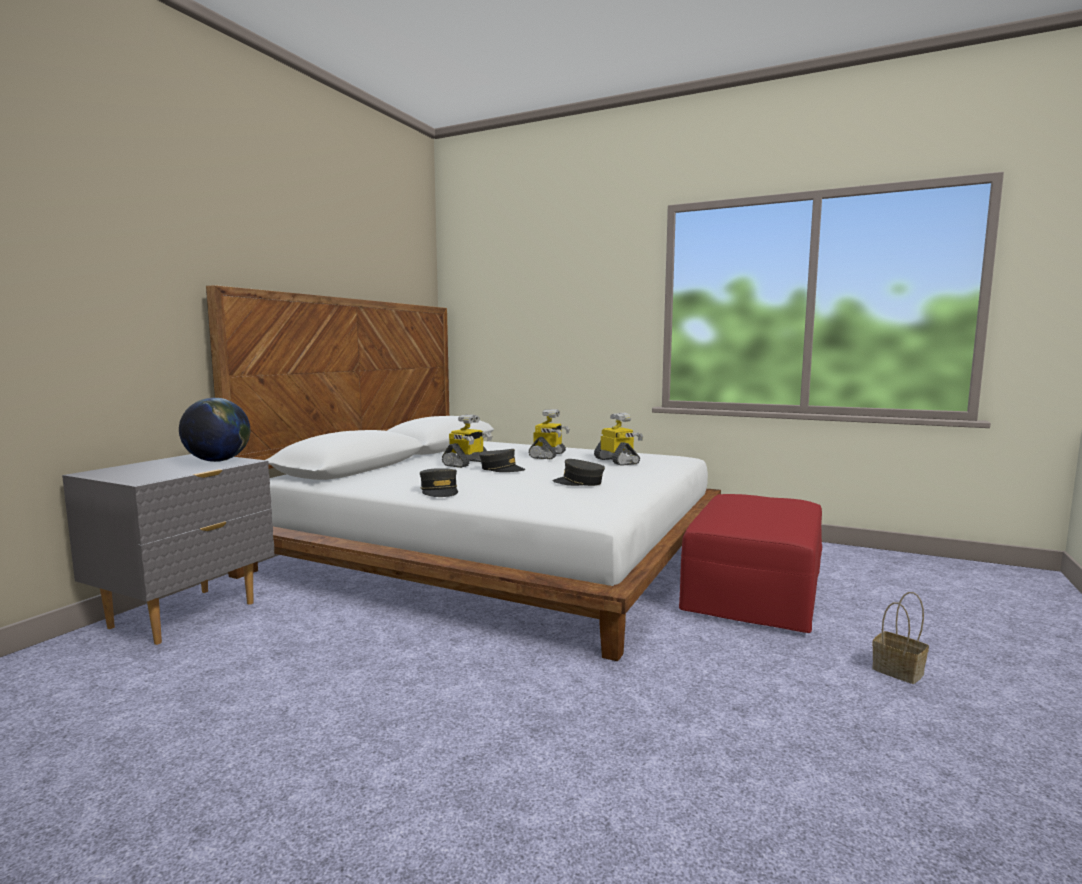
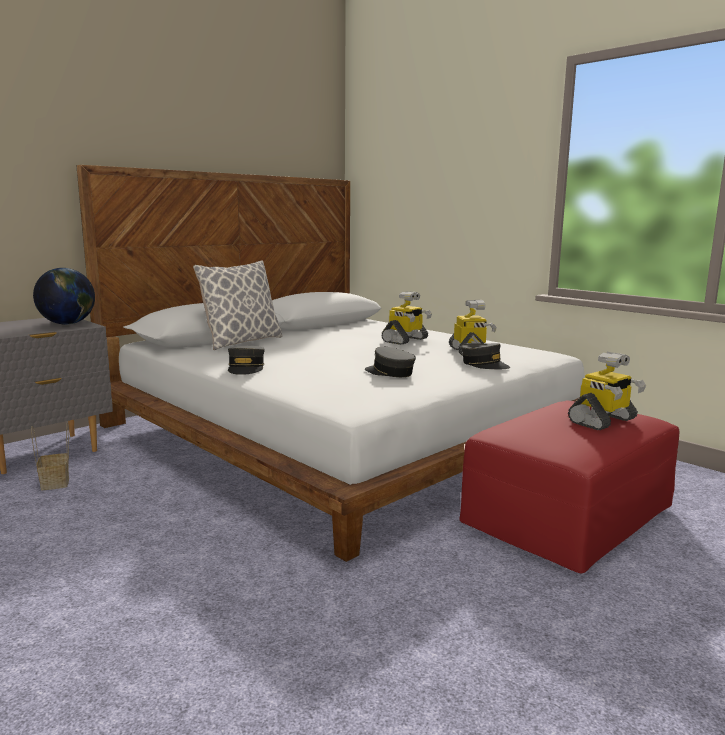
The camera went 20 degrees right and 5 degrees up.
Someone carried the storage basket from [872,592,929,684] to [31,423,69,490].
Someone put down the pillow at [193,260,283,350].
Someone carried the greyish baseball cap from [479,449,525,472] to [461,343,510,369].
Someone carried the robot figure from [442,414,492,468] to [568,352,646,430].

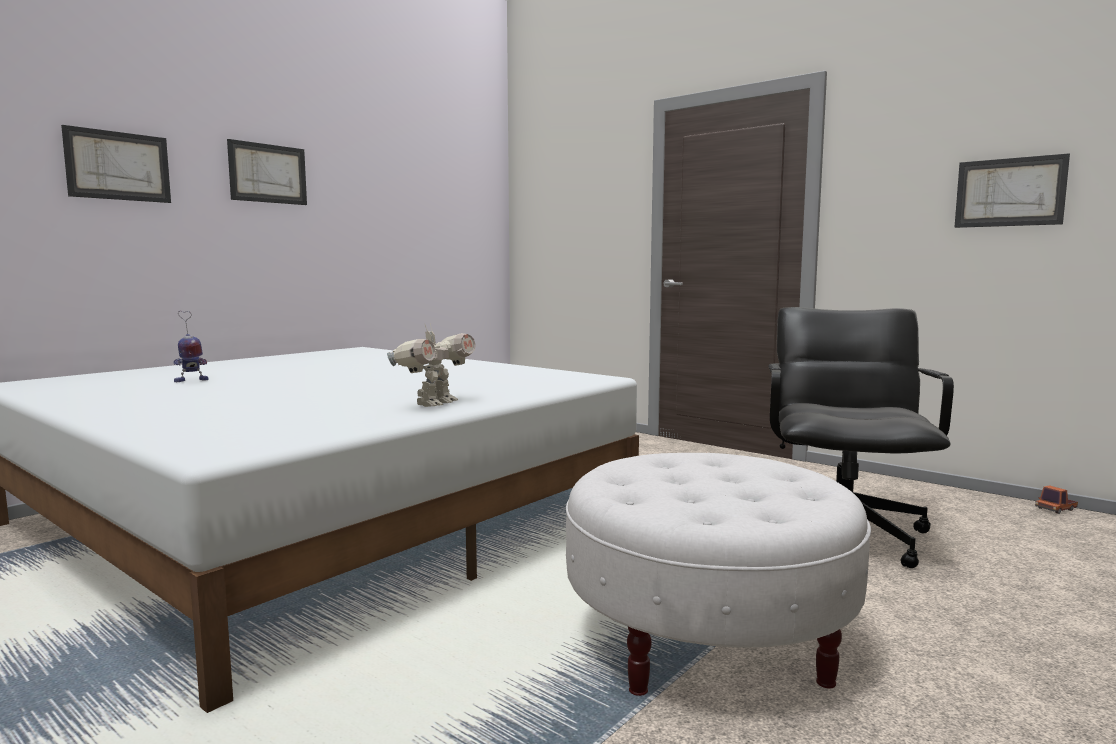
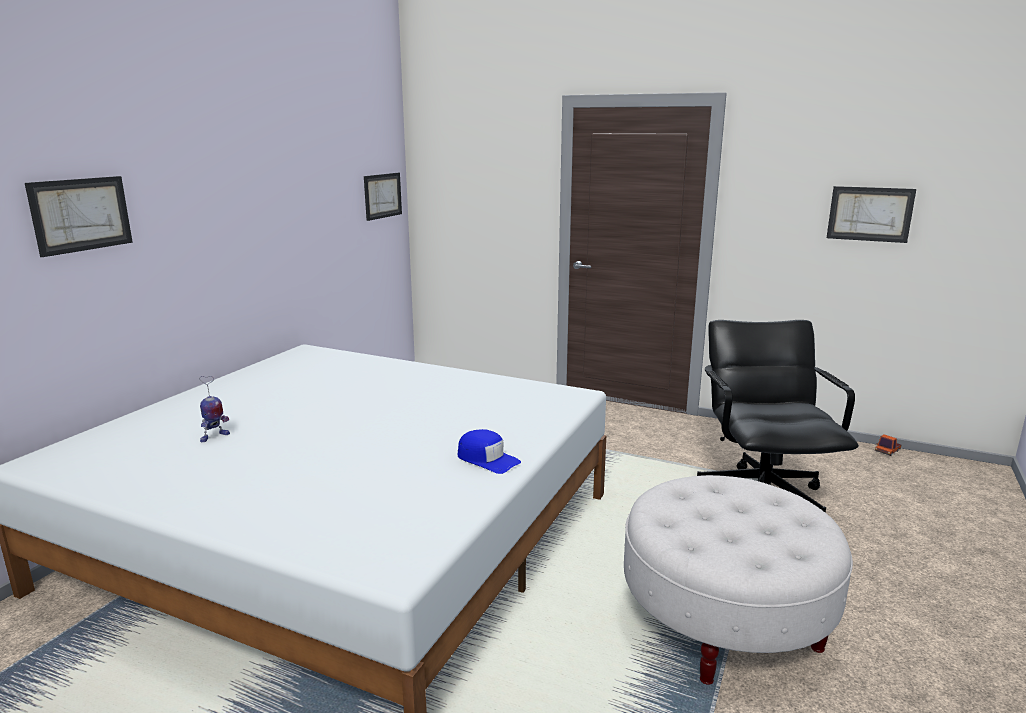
The camera went 15 degrees left and 10 degrees up.
Someone carried the picture from [227,139,307,205] to [364,173,402,221].
Someone swapped the robot figure at [387,323,476,407] for the blue baseball cap at [458,429,521,474].

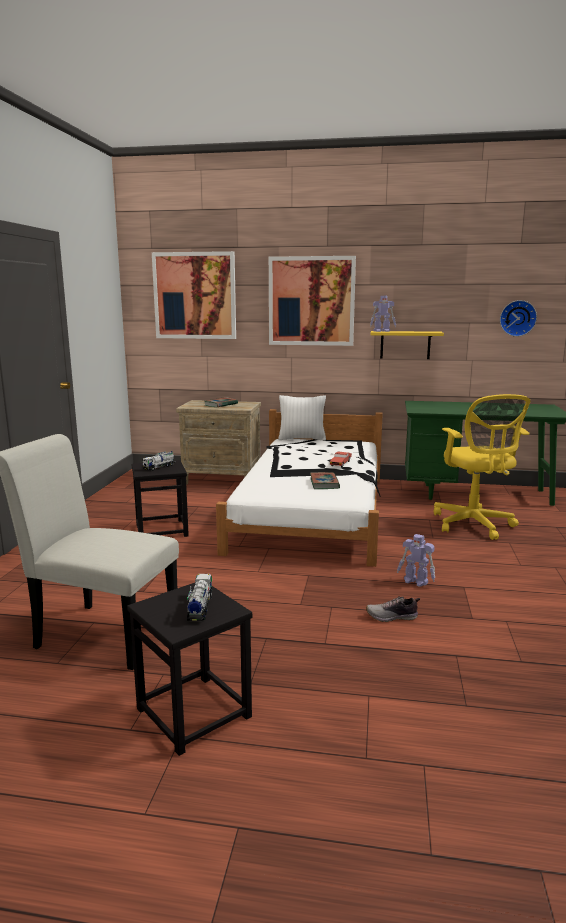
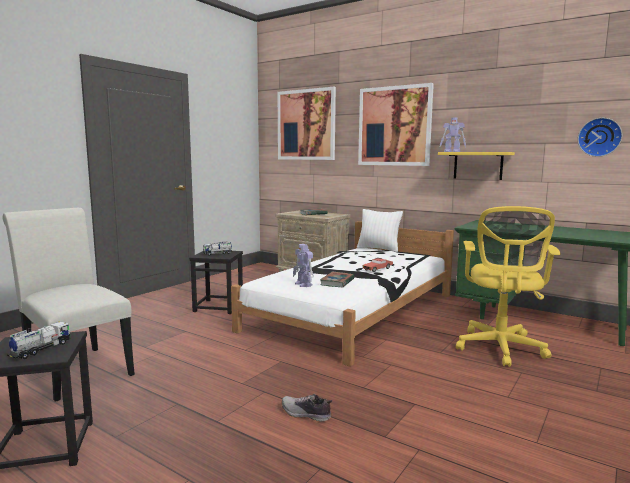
The camera went 25 degrees right and 5 degrees down.
Someone carried the robot figure from [397,534,435,587] to [293,244,314,287].

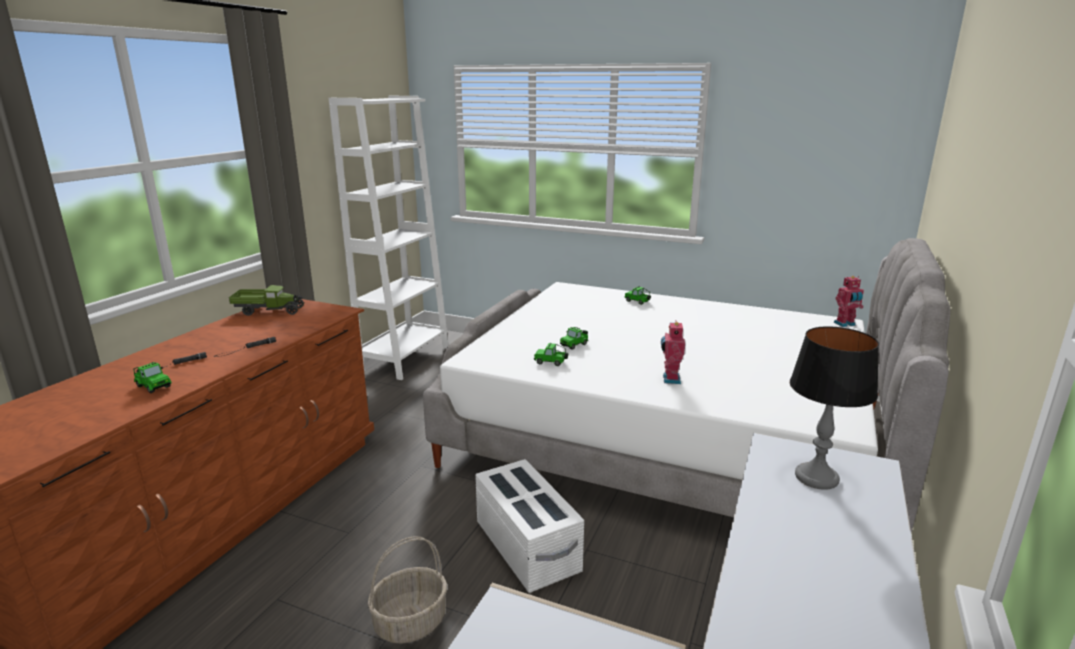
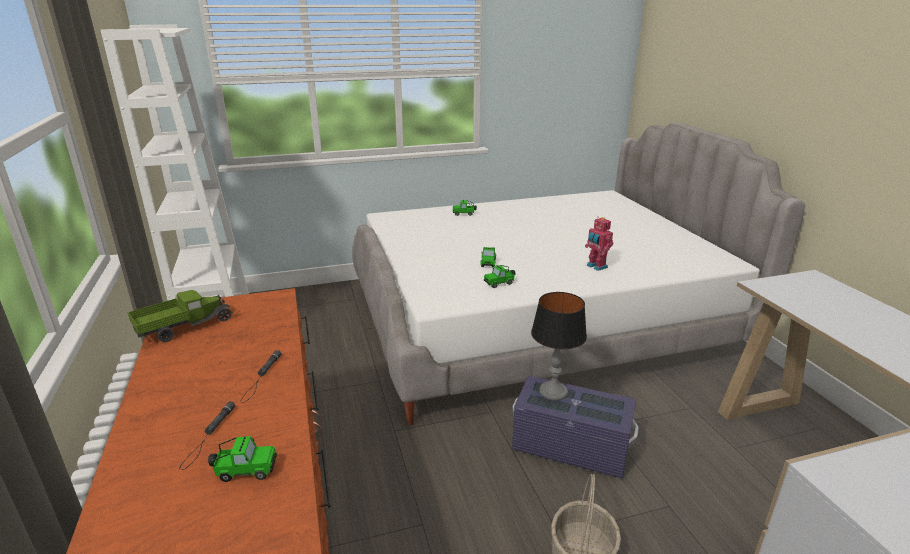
The camera went 40 degrees left and 5 degrees up.
Someone repainted the white-coloured storage box at [475,459,584,593], which became the purple-coloured storage box at [512,376,639,478].
Someone carried the table lamp from [790,326,879,490] to [531,292,587,401].
Someone took away the robot figure at [834,276,864,327].

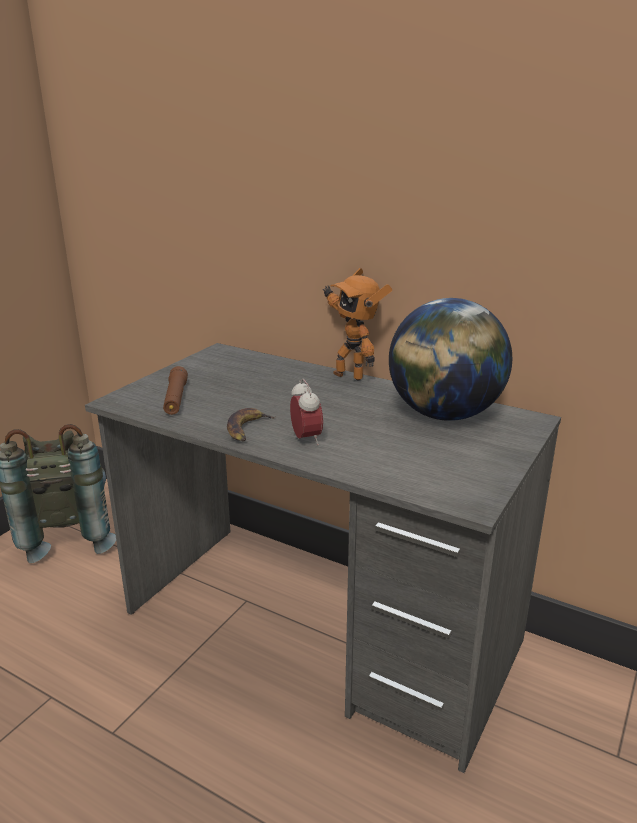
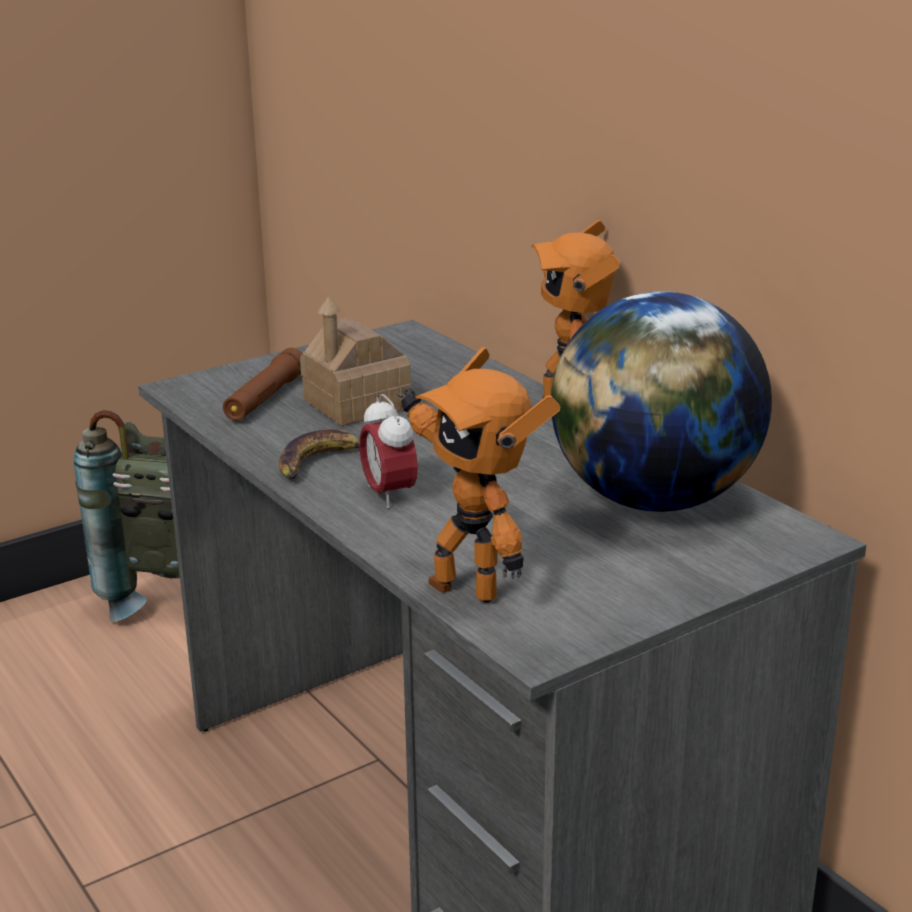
The camera went 25 degrees right and 0 degrees up.
Someone put down the model house at [300,296,412,426].
Someone rotated the alarm clock at [290,379,323,446] by 150 degrees clockwise.
Someone put down the robot figure at [397,347,560,603].

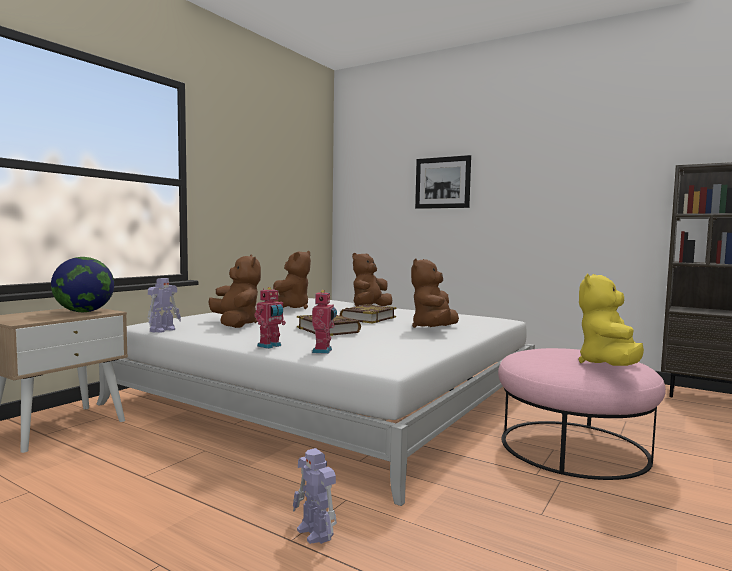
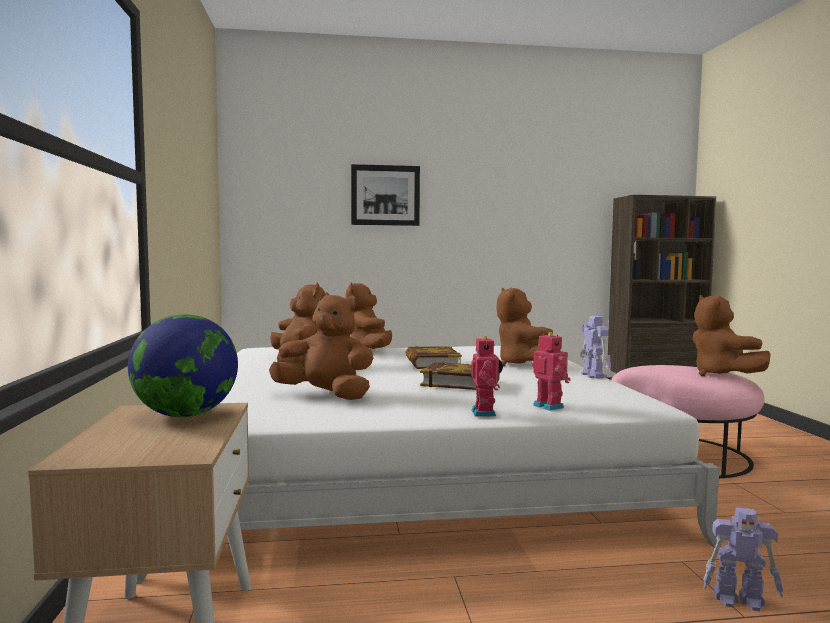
The camera went 40 degrees left and 0 degrees up.
Someone carried the robot figure from [147,278,181,333] to [580,316,611,379].
Someone repainted the yellowish plush toy at [578,274,644,366], which became the brown plush toy at [693,295,771,376].

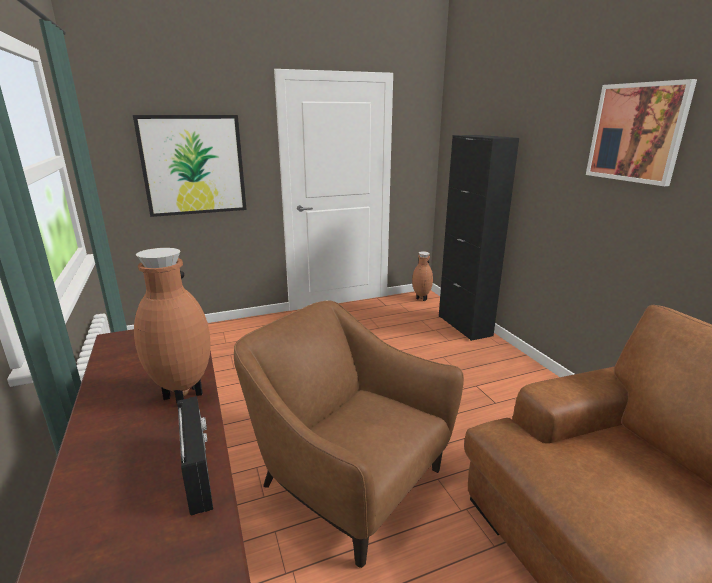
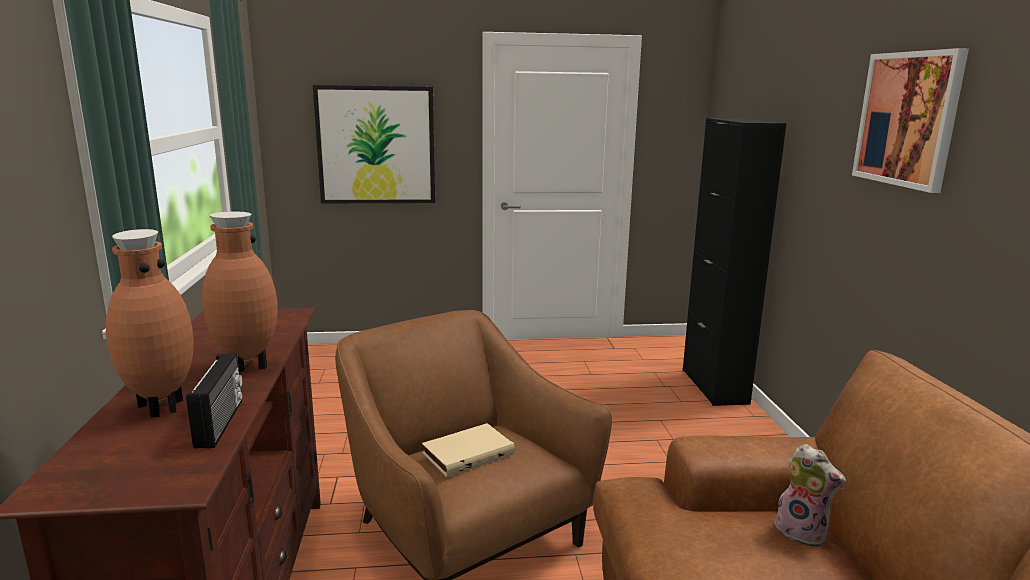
The camera went 15 degrees right and 5 degrees down.
Someone carried the brown flower vase from [412,251,433,301] to [106,229,194,418].
Someone put down the sand-coloured volume at [422,423,515,477].
Someone put down the plush toy at [774,444,846,547].

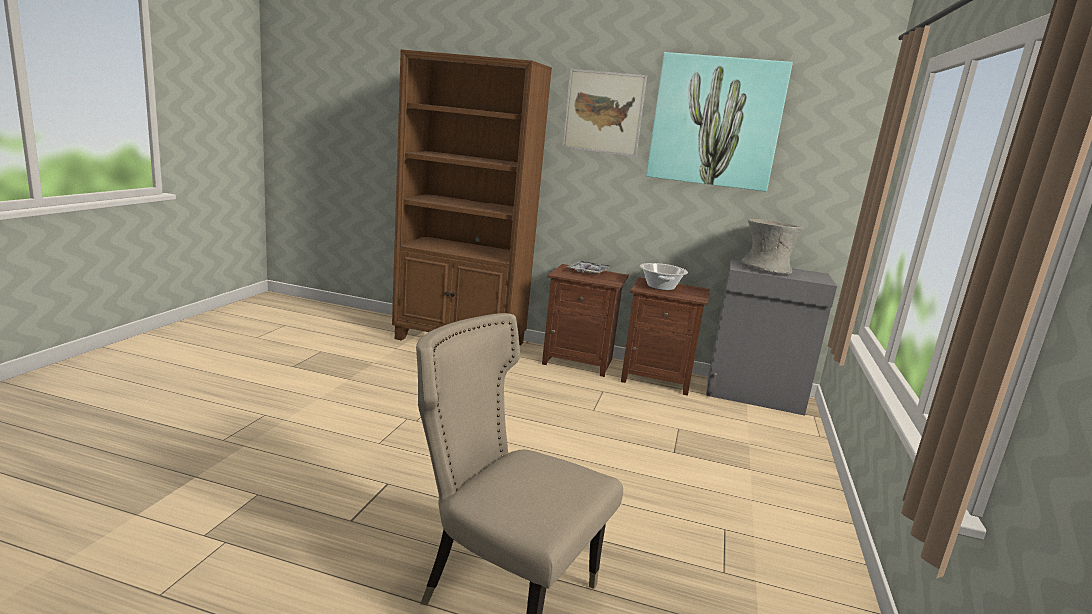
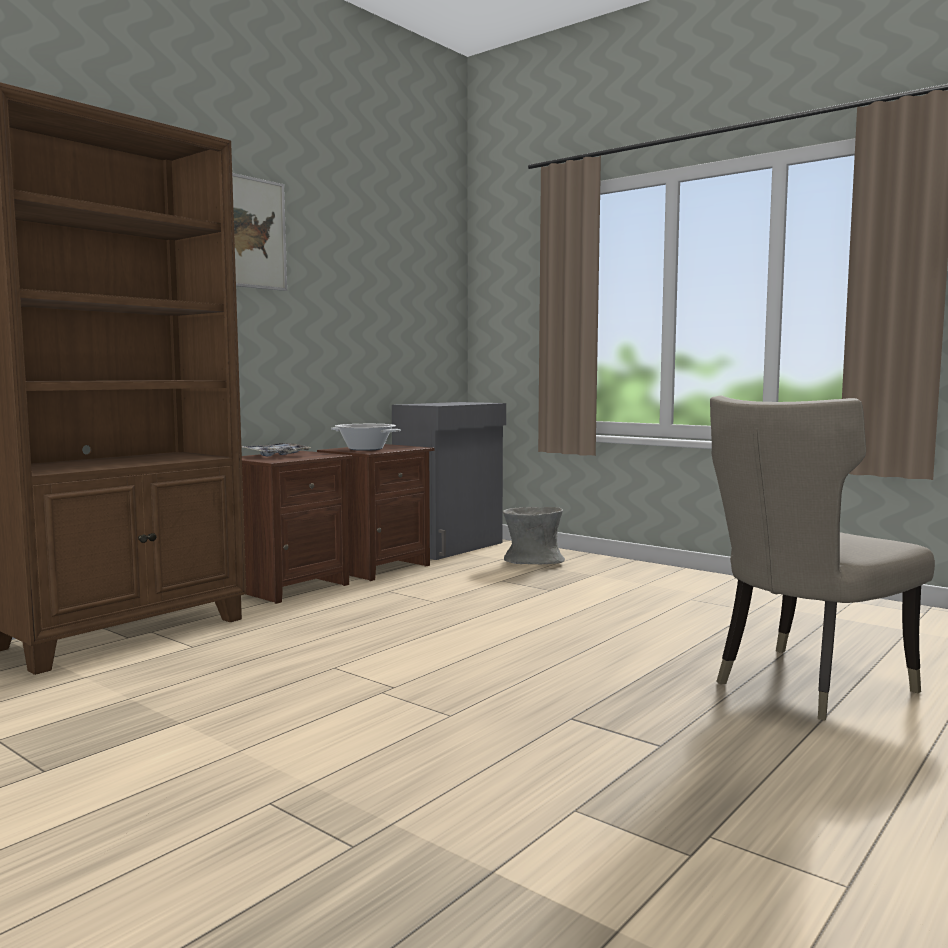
The camera went 65 degrees left and 10 degrees down.
Someone carried the greyish flower vase from [742,219,804,274] to [503,507,565,564].
Someone took away the picture at [646,52,793,192].

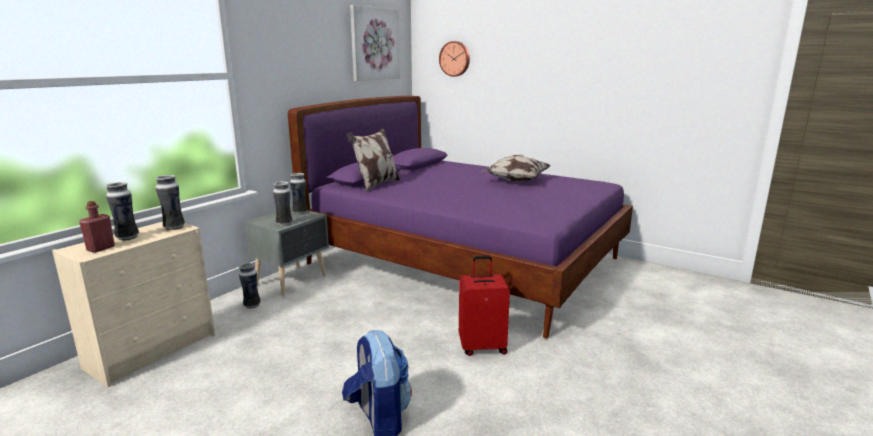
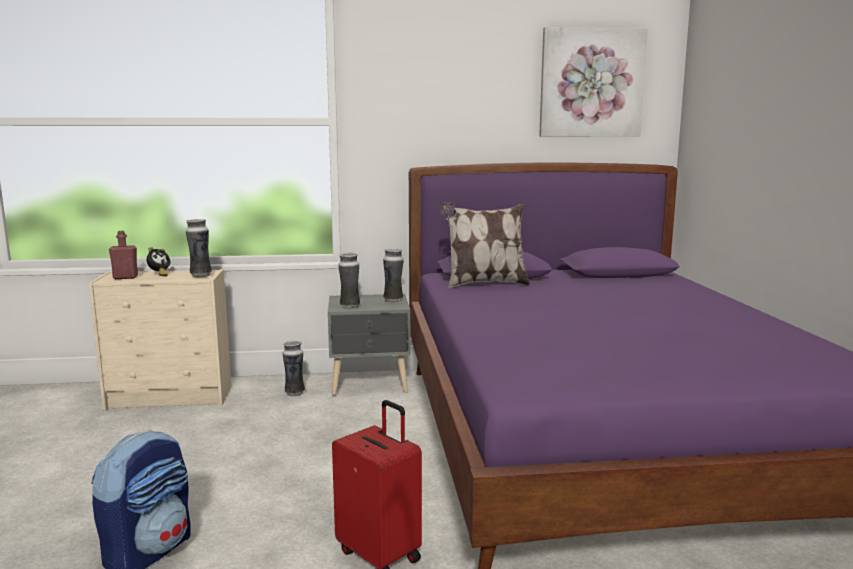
The camera went 50 degrees right and 5 degrees down.
Someone swapped the flower vase at [106,182,139,241] for the alarm clock at [147,247,170,276].
Someone took away the hanging clock at [439,41,470,77].
Someone took away the pillow at [480,154,550,182].

